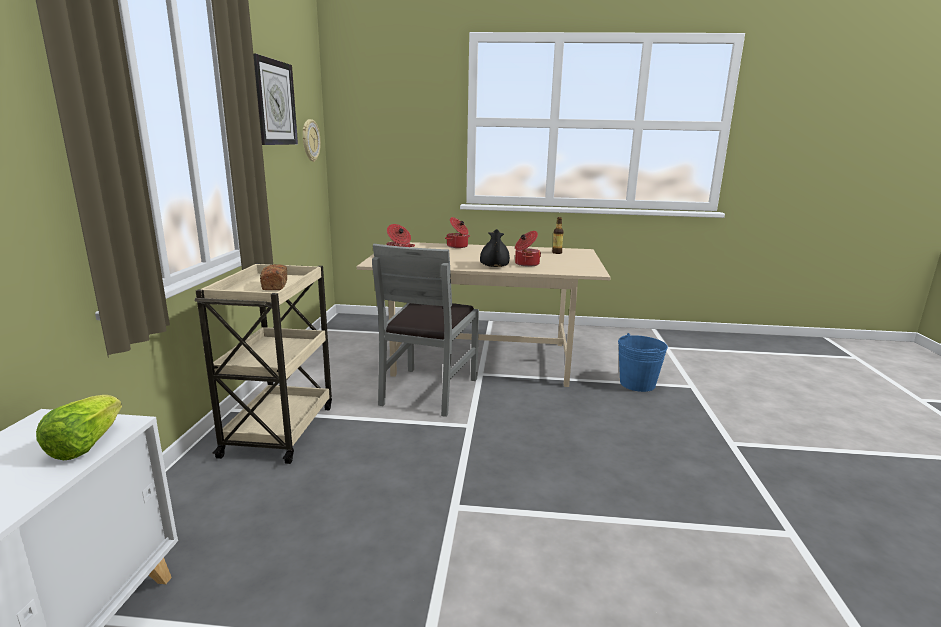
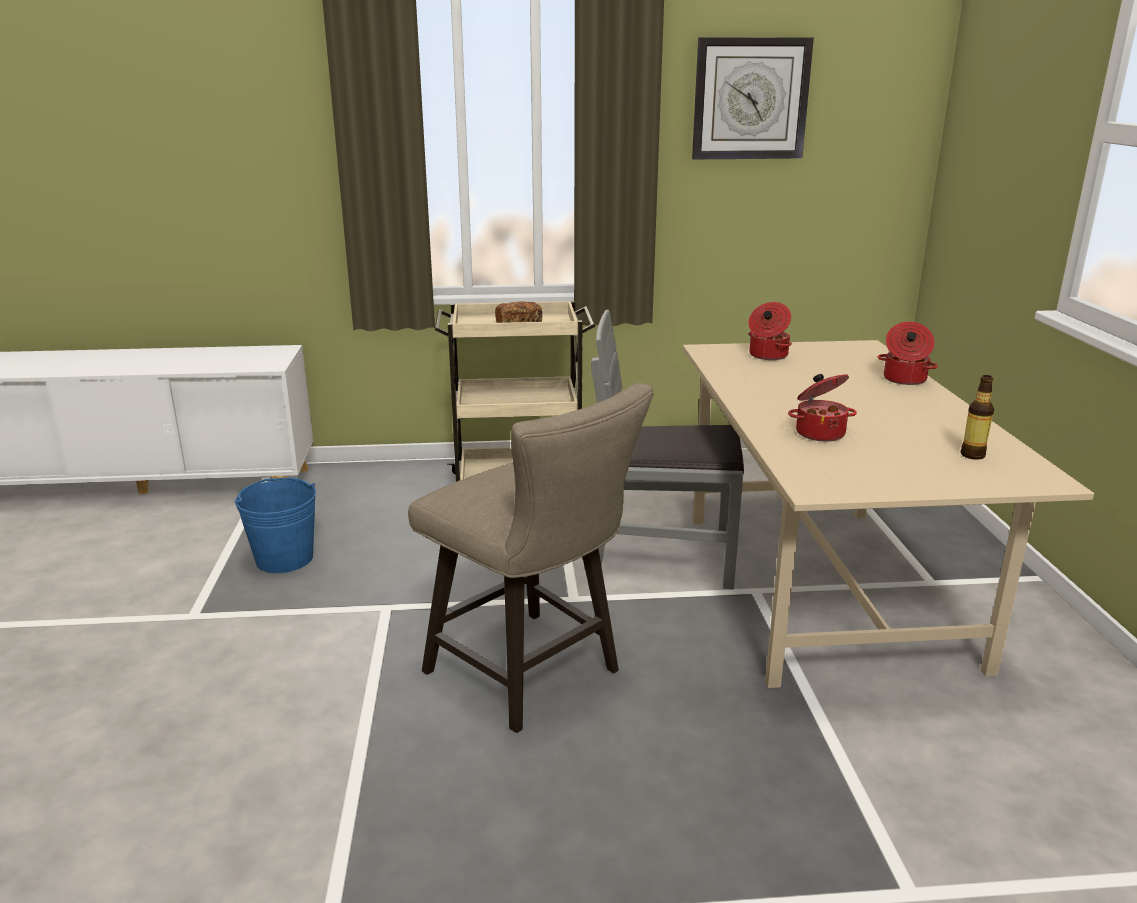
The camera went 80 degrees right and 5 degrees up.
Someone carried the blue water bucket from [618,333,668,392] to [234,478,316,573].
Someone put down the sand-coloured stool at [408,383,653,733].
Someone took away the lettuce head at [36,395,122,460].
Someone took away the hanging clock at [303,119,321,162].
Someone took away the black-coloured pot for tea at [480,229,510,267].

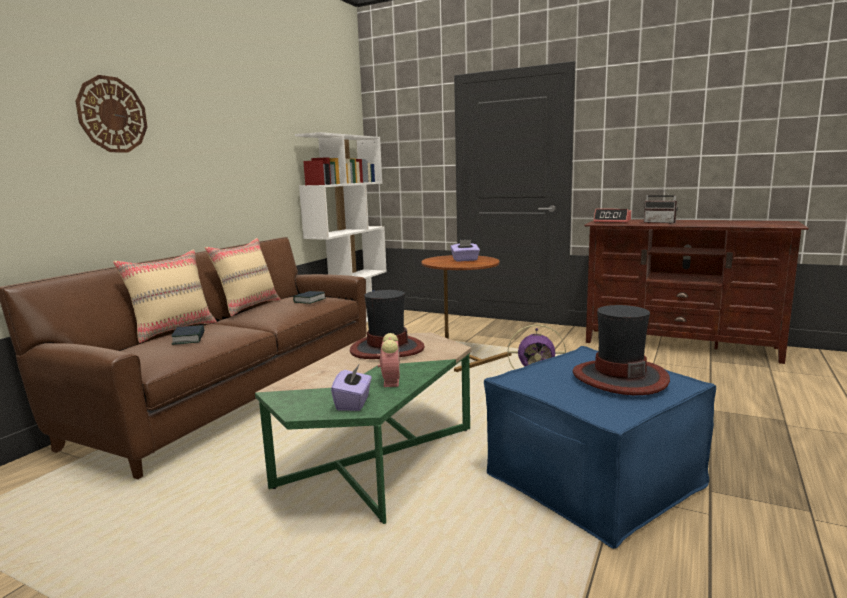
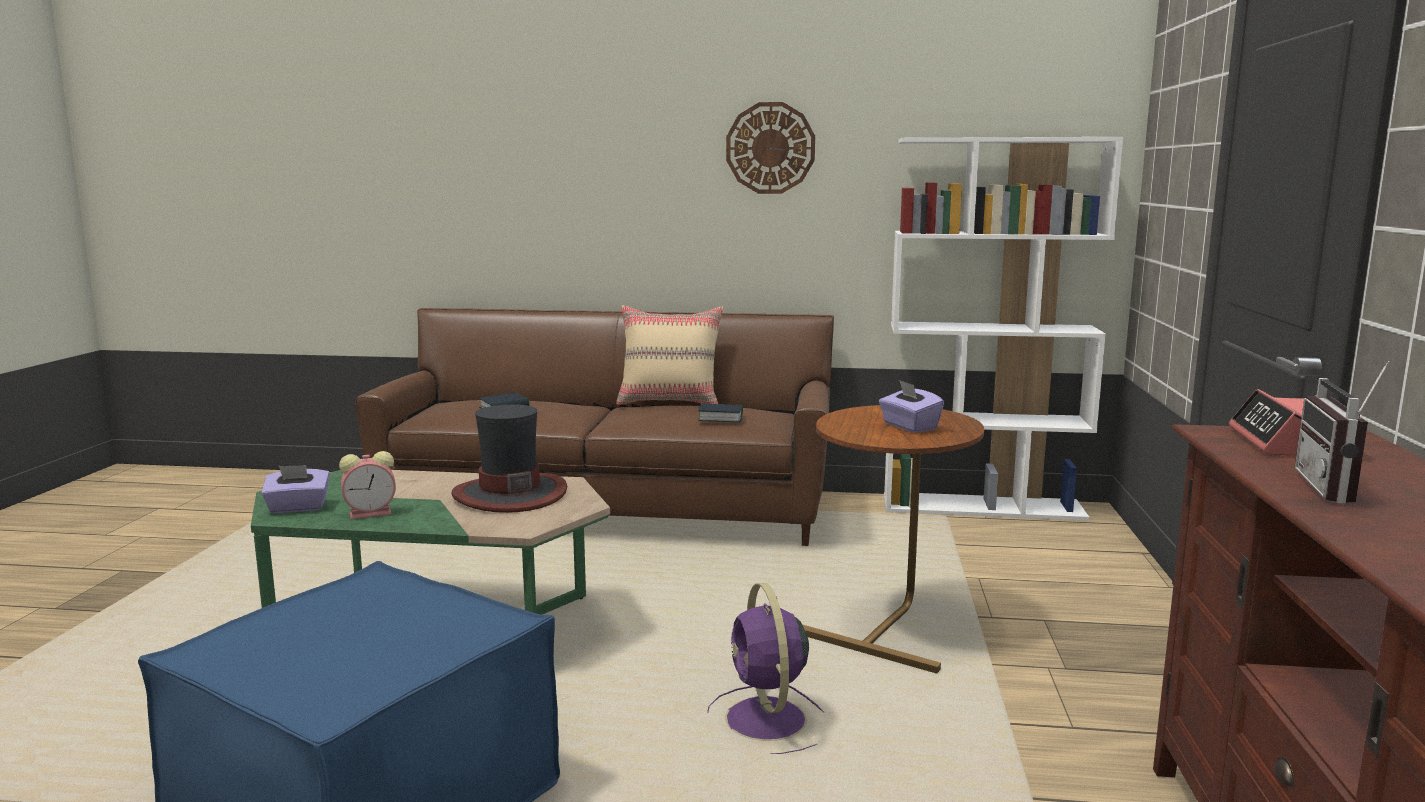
The camera went 70 degrees right and 0 degrees up.
Someone carried the hanging clock from [75,75,147,153] to [726,102,815,194].
Someone took away the sand-coloured pillow at [113,250,217,343].
Someone took away the clothing hat at [573,305,670,395].

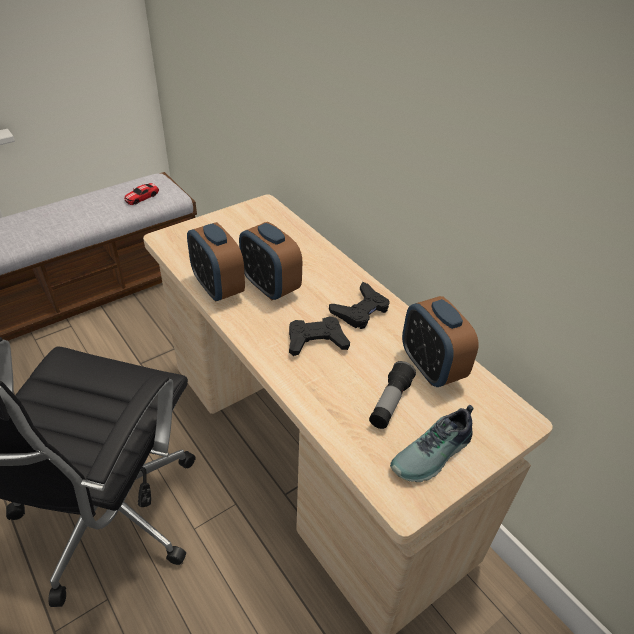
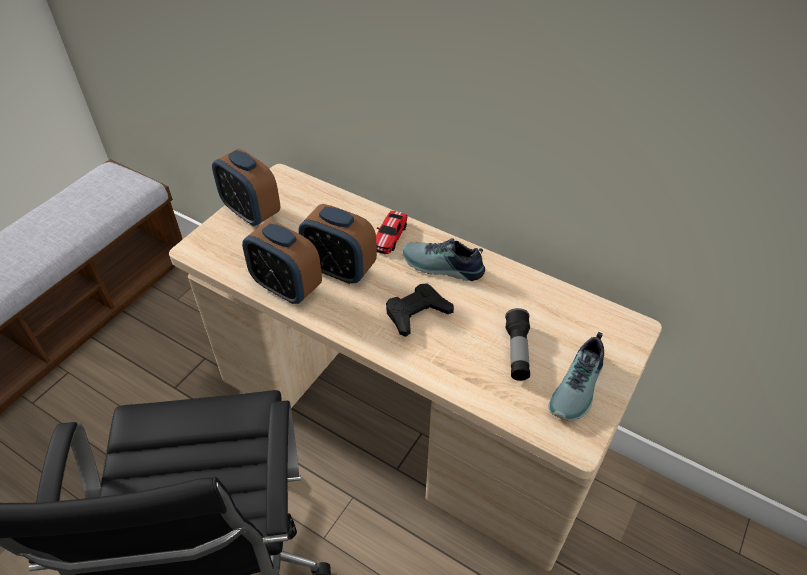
The camera went 20 degrees left and 5 degrees up.
Someone carried the alarm clock from [402,296,479,387] to [212,148,280,227].
Someone carried the model car from [124,183,159,205] to [376,211,408,254].
Someone swapped the black-coloured game controller at [329,282,390,329] for the shoe at [402,238,485,281].

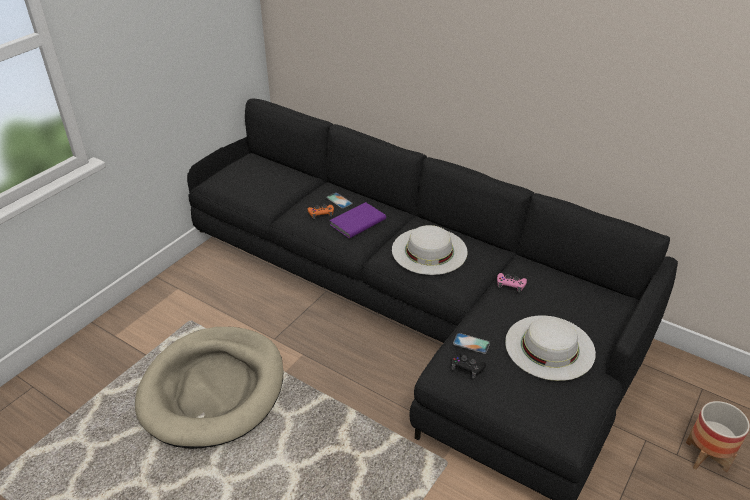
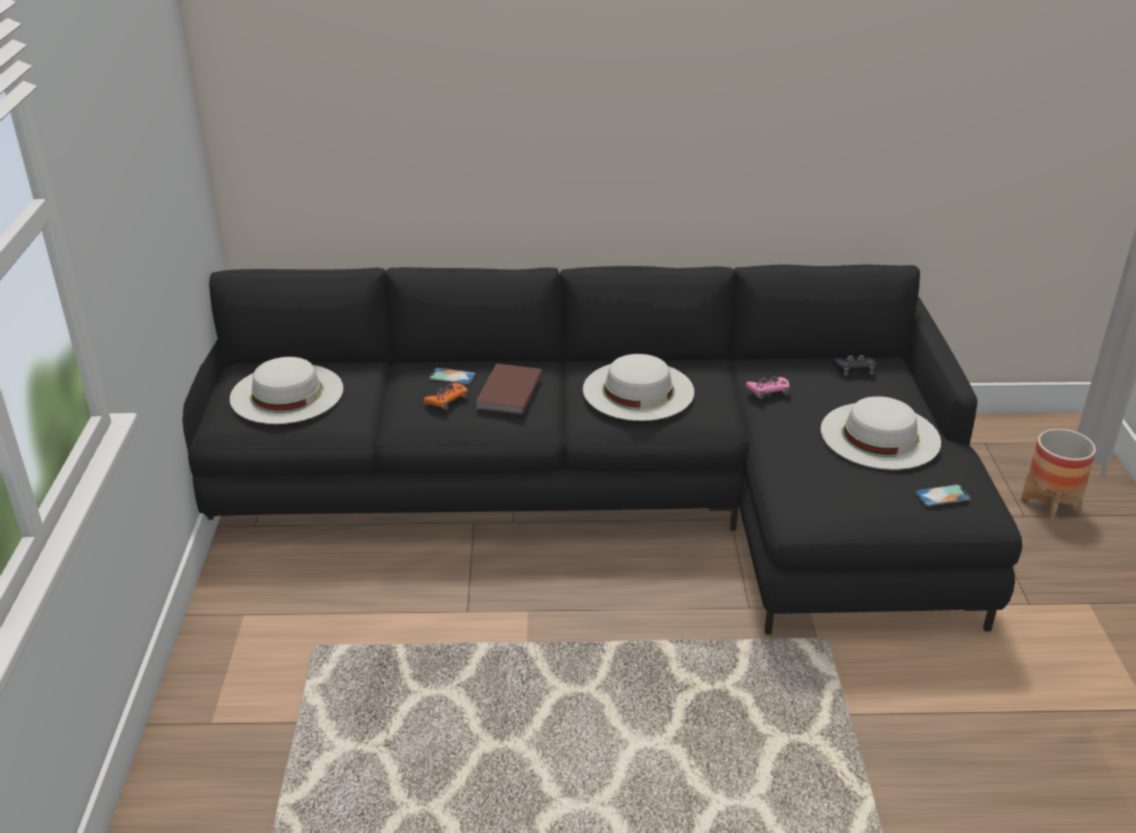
The camera went 35 degrees left and 5 degrees down.
Someone put down the white-coloured clothing hat at [230,357,344,424].
Someone repainted the purple-coloured volume at [330,202,386,238], which became the brown volume at [476,363,542,415].
Someone carried the black-coloured game controller from [451,352,486,379] to [833,355,875,376].
Someone carried the phone from [453,333,490,354] to [915,484,971,506].
Someone took away the sand-coloured pet bed at [135,327,283,449].

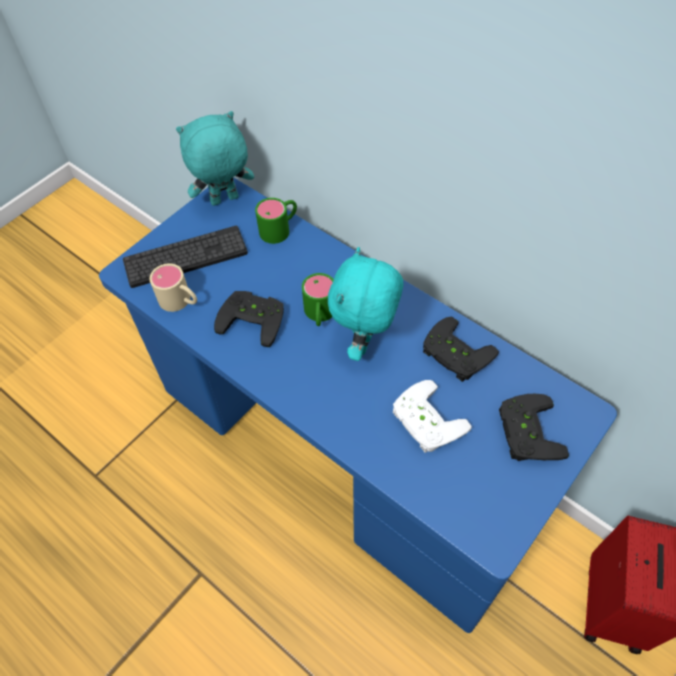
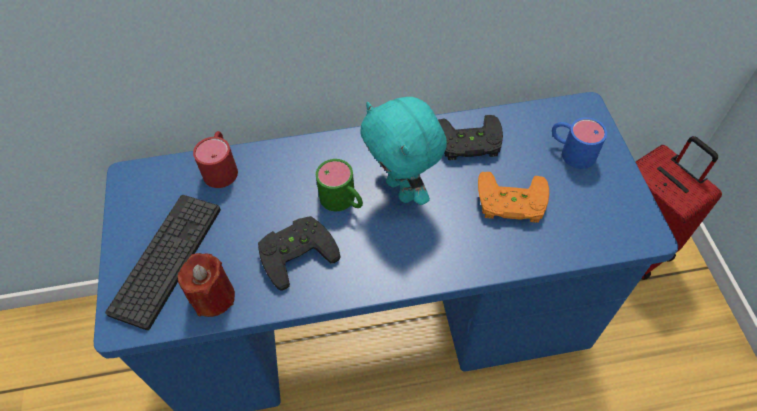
The camera went 50 degrees left and 0 degrees up.
Someone swapped the sand-coloured tea mug at [150,263,197,312] for the reddish wax light at [178,253,235,317].
Someone repainted the greenish tea mug at [255,198,297,244], which became the reddish tea mug at [193,131,238,188].
Someone repainted the white-coloured game controller at [393,380,472,453], which became the orange game controller at [478,172,549,223].
Someone swapped the black-coloured game controller at [499,394,569,461] for the blue tea mug at [552,117,607,169].
Someone took away the turquoise plush toy at [176,111,254,206].

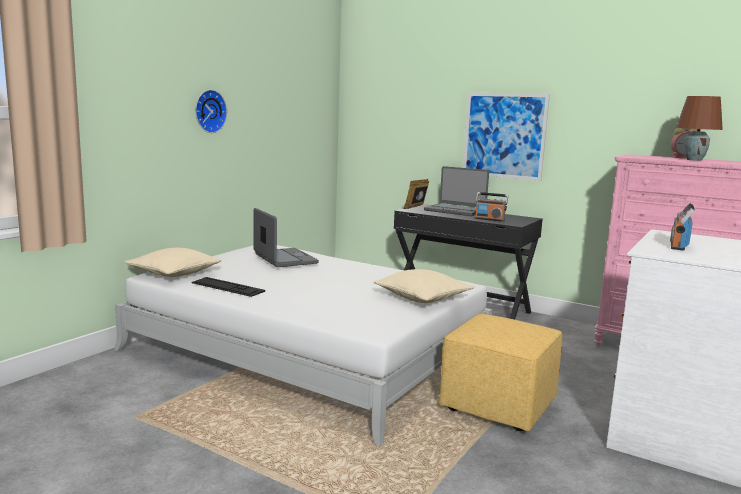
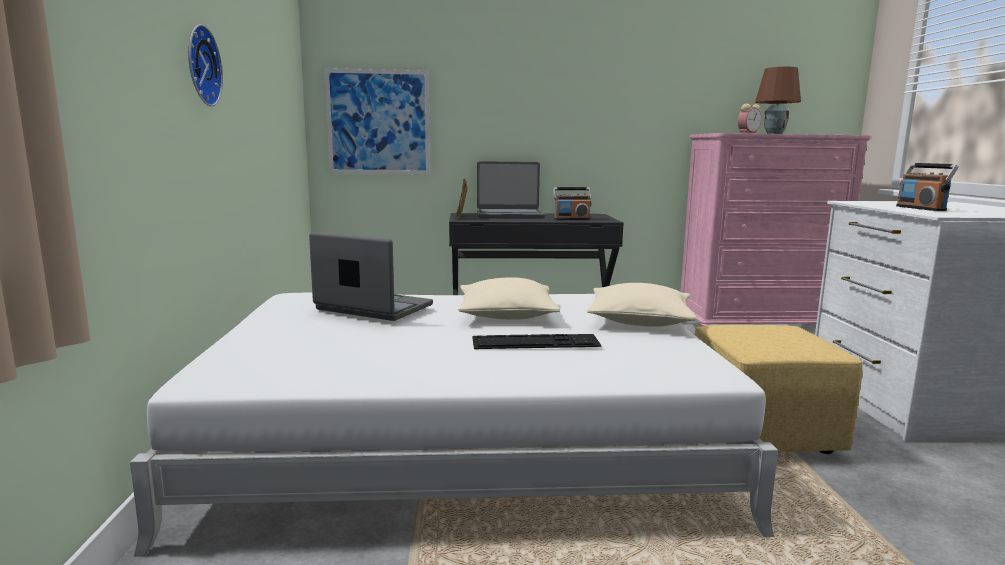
The camera went 35 degrees left and 0 degrees up.
Someone carried the picture from [463,93,550,181] to [325,68,430,174].
Someone carried the sand-coloured pillow from [124,248,221,277] to [458,277,560,320].
Someone carried the PC keyboard from [191,277,265,297] to [472,334,602,349].

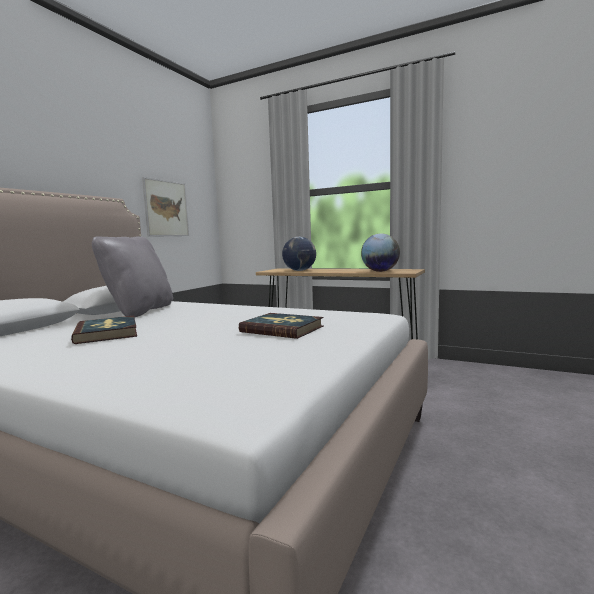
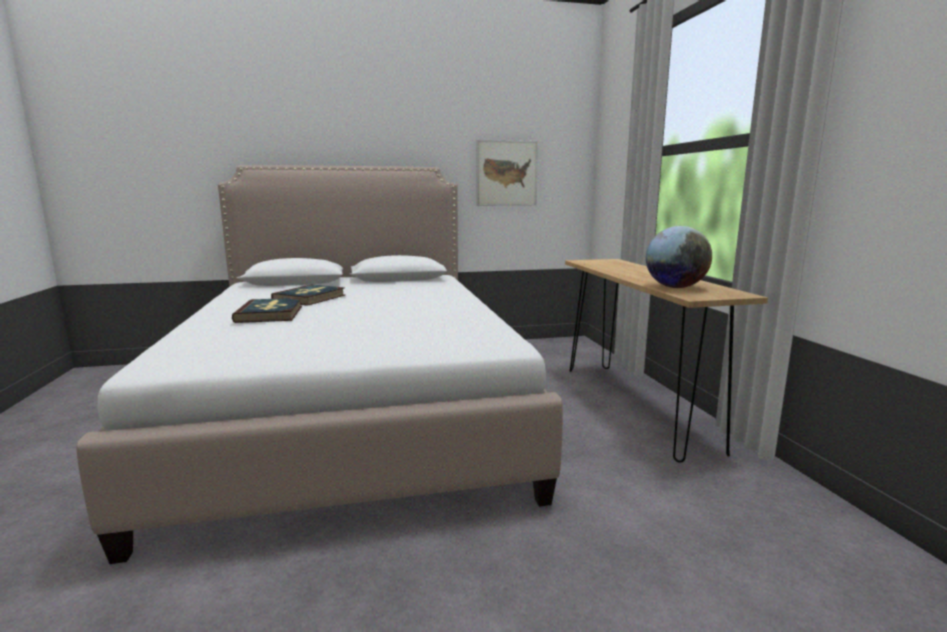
The camera went 50 degrees right and 5 degrees up.
Someone carried the volume from [239,313,324,339] to [232,298,302,323].
Someone took away the greyish pillow at [92,236,173,317].
Someone took away the world globe at [282,237,316,271].

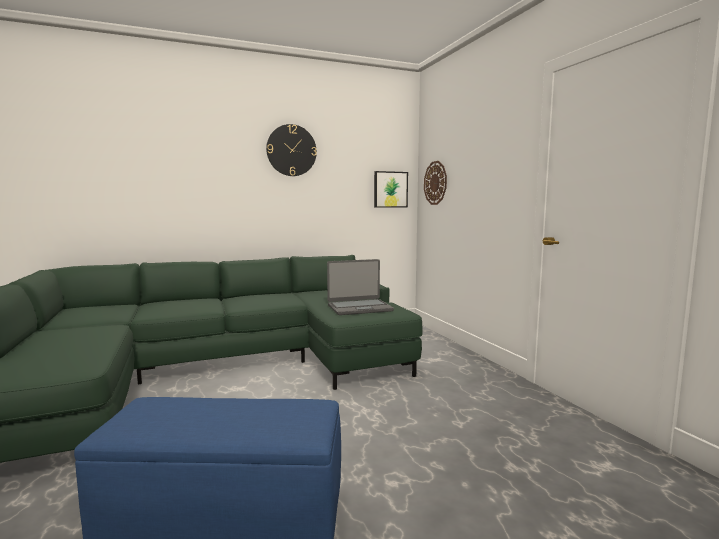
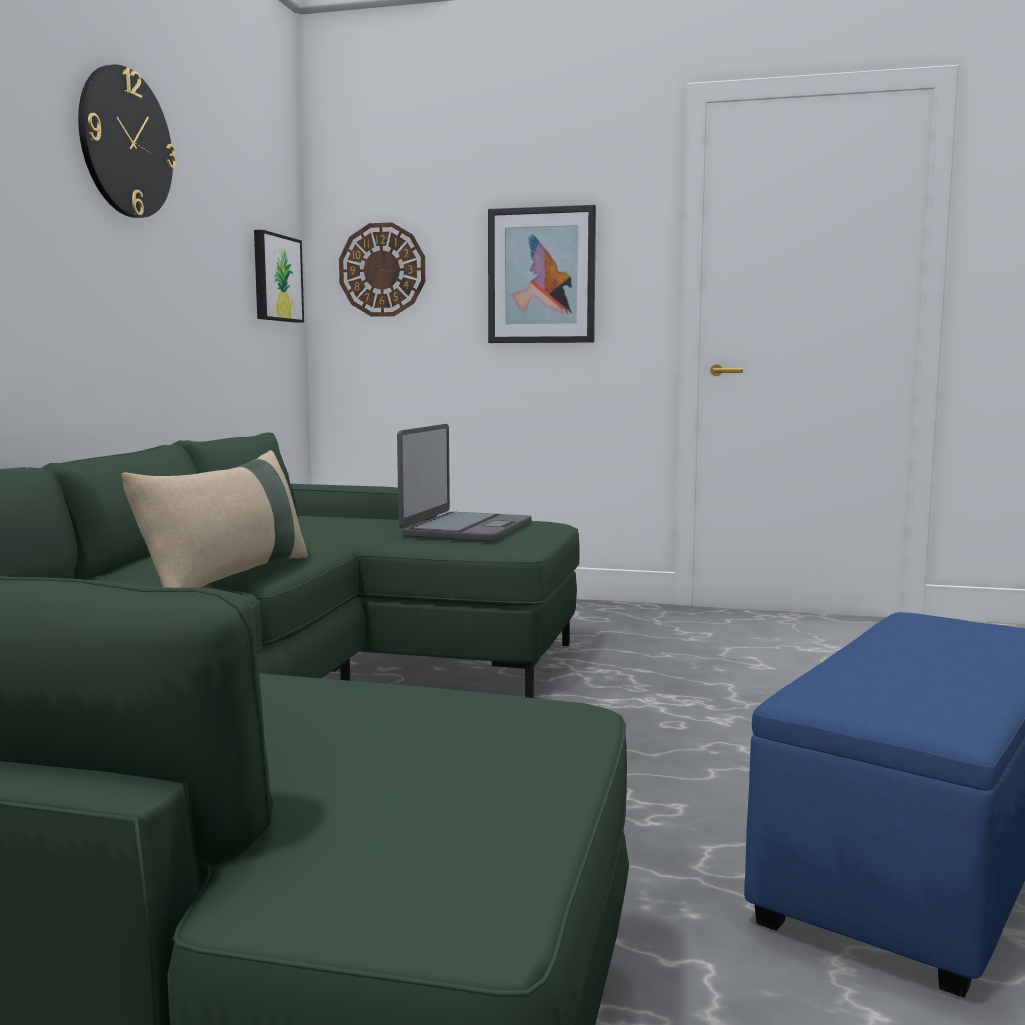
The camera went 55 degrees left and 0 degrees up.
Someone put down the sand-coloured pillow at [121,450,308,588].
Someone put up the picture at [488,205,596,343].

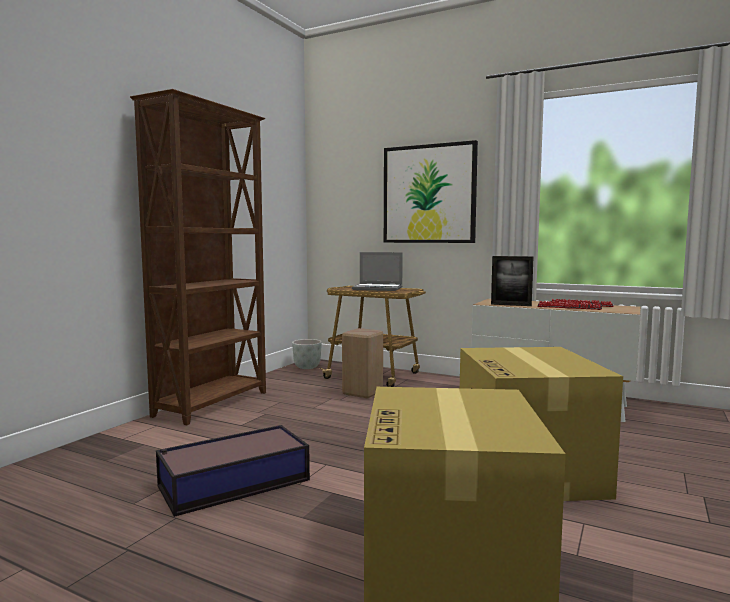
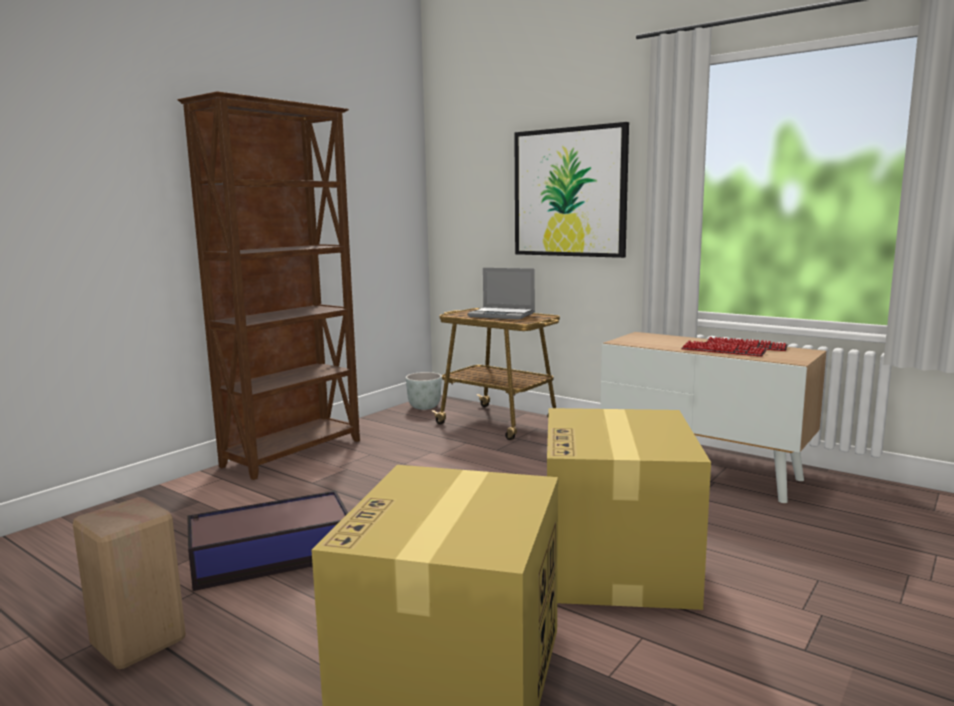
The camera went 10 degrees right and 5 degrees up.
Someone carried the sand-coloured stool from [342,328,383,399] to [73,497,186,669].
Someone took away the picture frame at [491,256,534,306].

